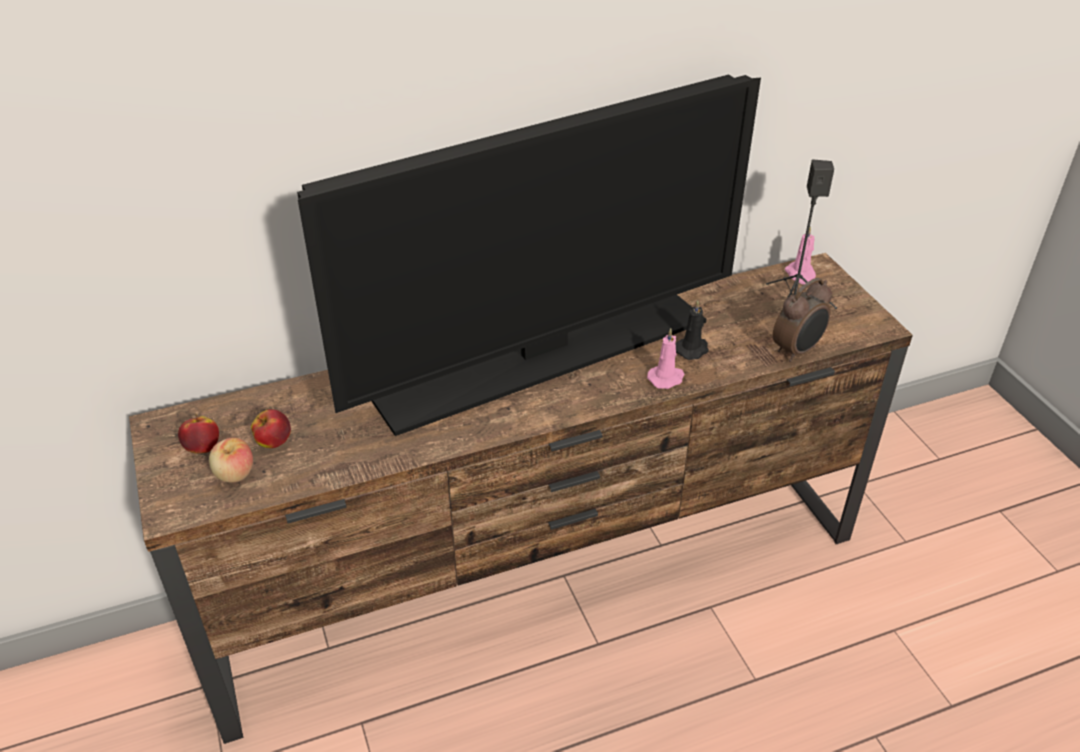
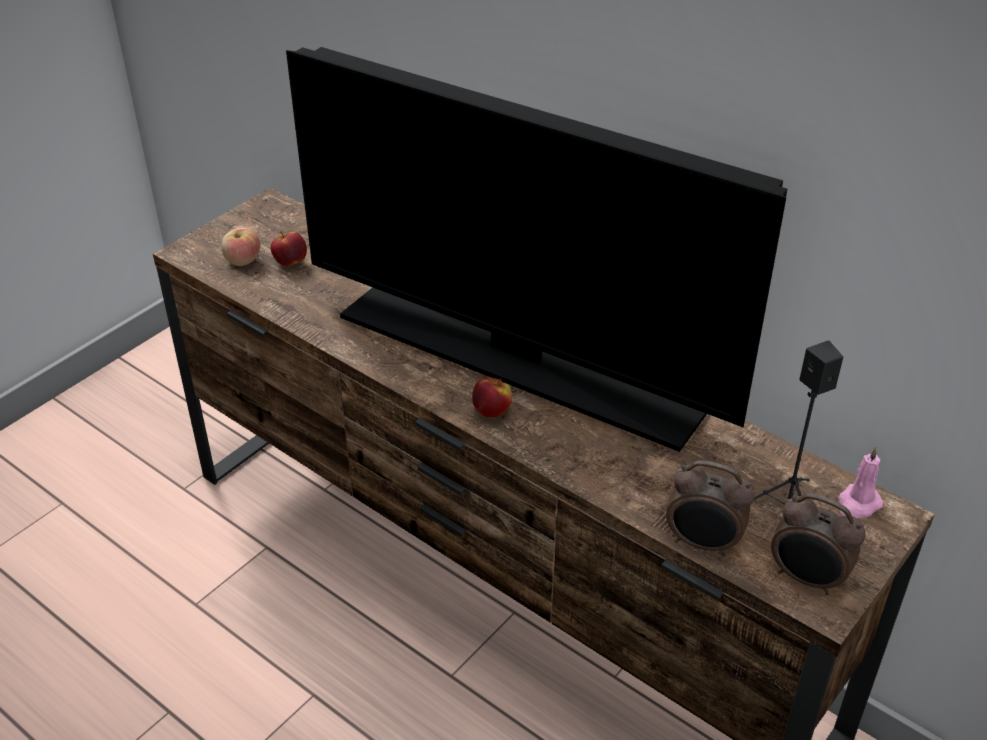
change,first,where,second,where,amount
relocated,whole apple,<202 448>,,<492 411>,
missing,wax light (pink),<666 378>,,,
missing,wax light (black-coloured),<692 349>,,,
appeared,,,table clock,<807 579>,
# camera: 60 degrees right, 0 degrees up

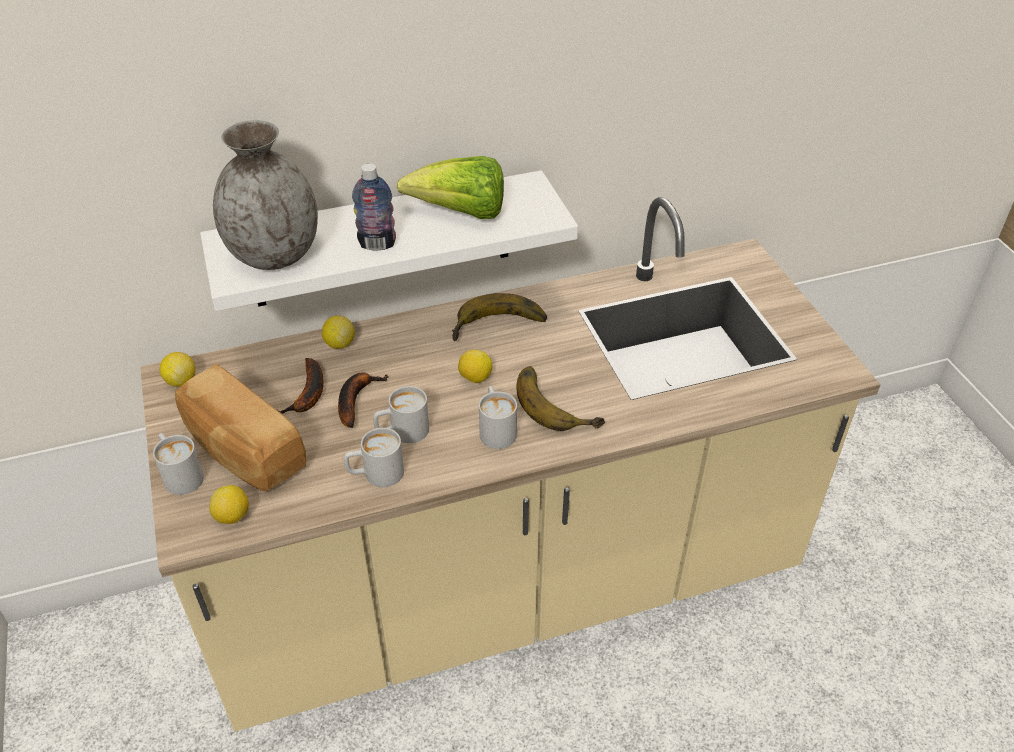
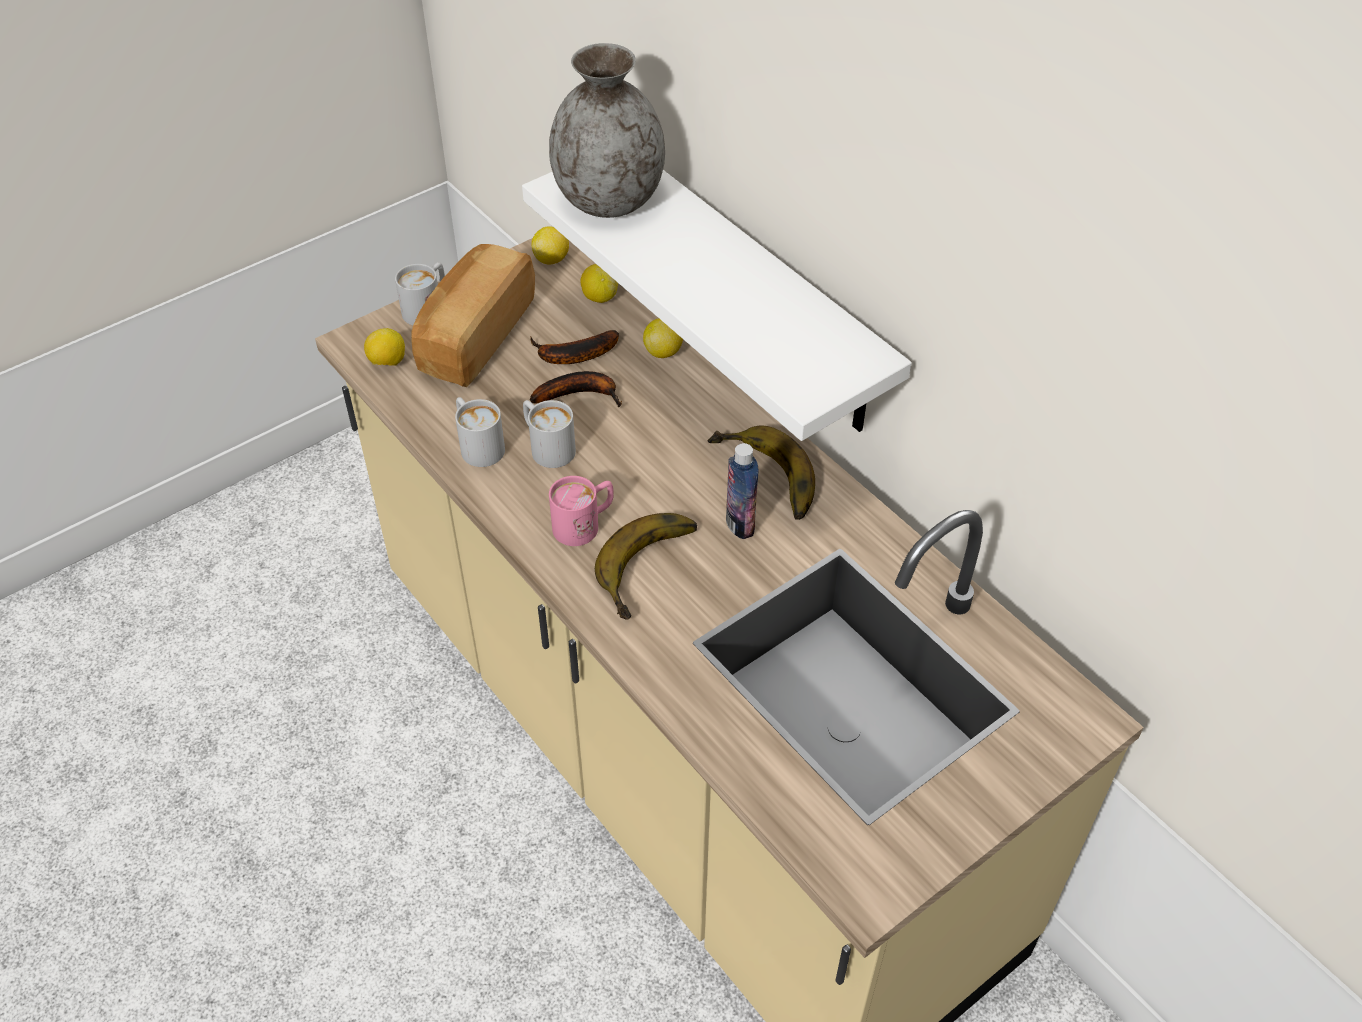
change,first,where,second,where,amount
relocated,drink bottle,<377 244>,,<740 524>,
missing,lettuce head,<461 214>,,,
relocated,lemon,<475 378>,,<599 297>,
colour,coffee mug (whitish),<496 429>,coffee mug (pink),<584 524>,
# camera: 70 degrees right, 5 degrees up

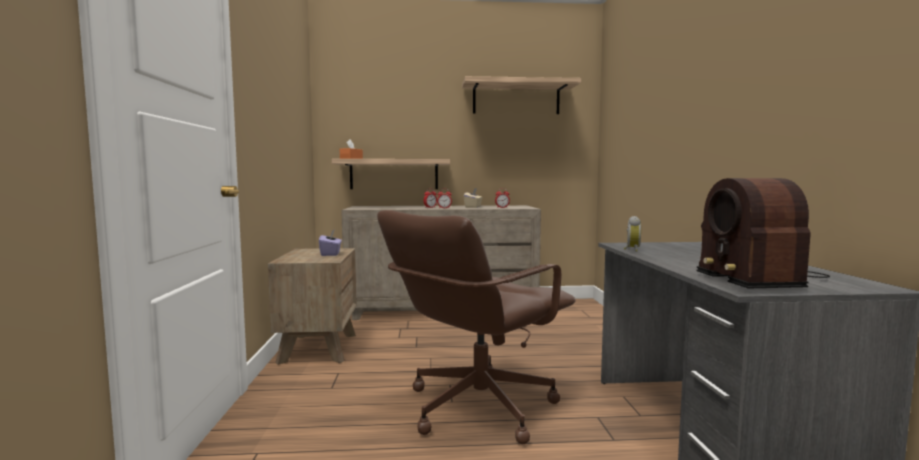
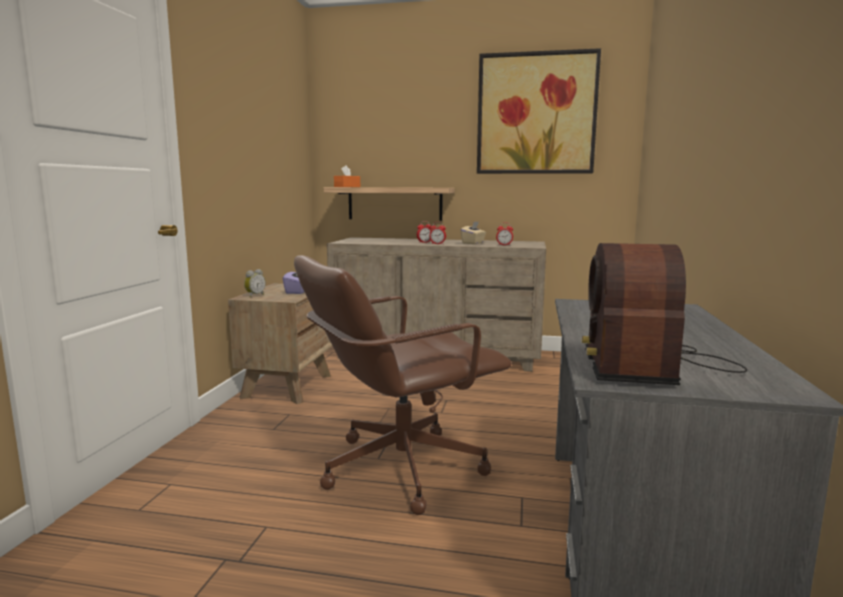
change,first,where,second,where,amount
exchanged,shelf,<516 99>,wall art,<536 114>,
relocated,table clock,<631 249>,,<254 295>,
# camera: 15 degrees right, 5 degrees up

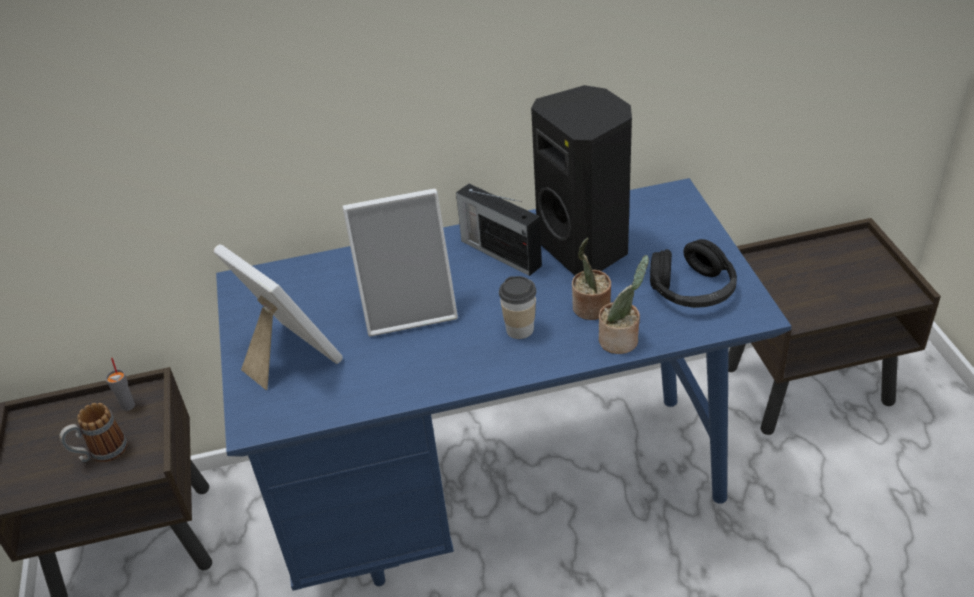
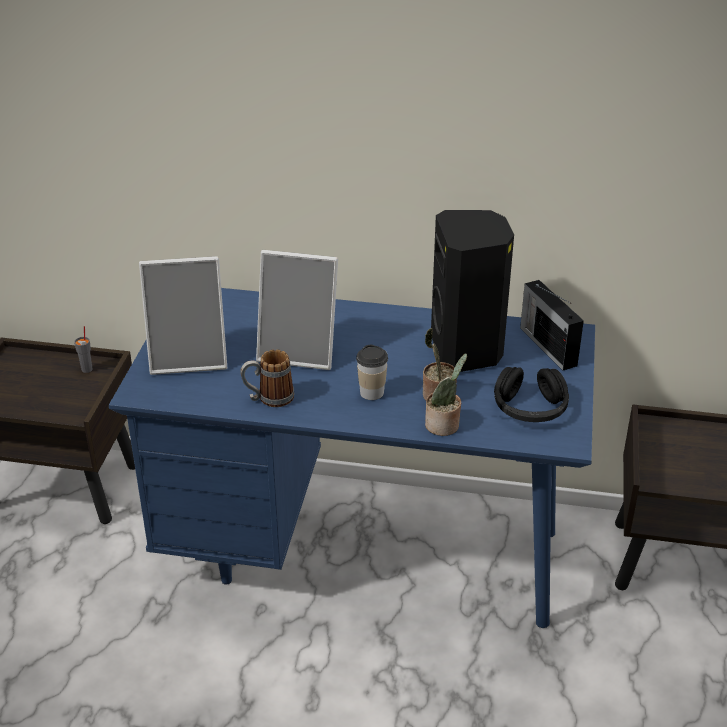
change,first,where,second,where,amount
relocated,coffee mug,<101 453>,,<268 399>,
spun,picture frame,<287 357>,,<189 356>,105 degrees clockwise
relocated,radio,<499 252>,,<547 345>,
# camera: 20 degrees right, 5 degrees down

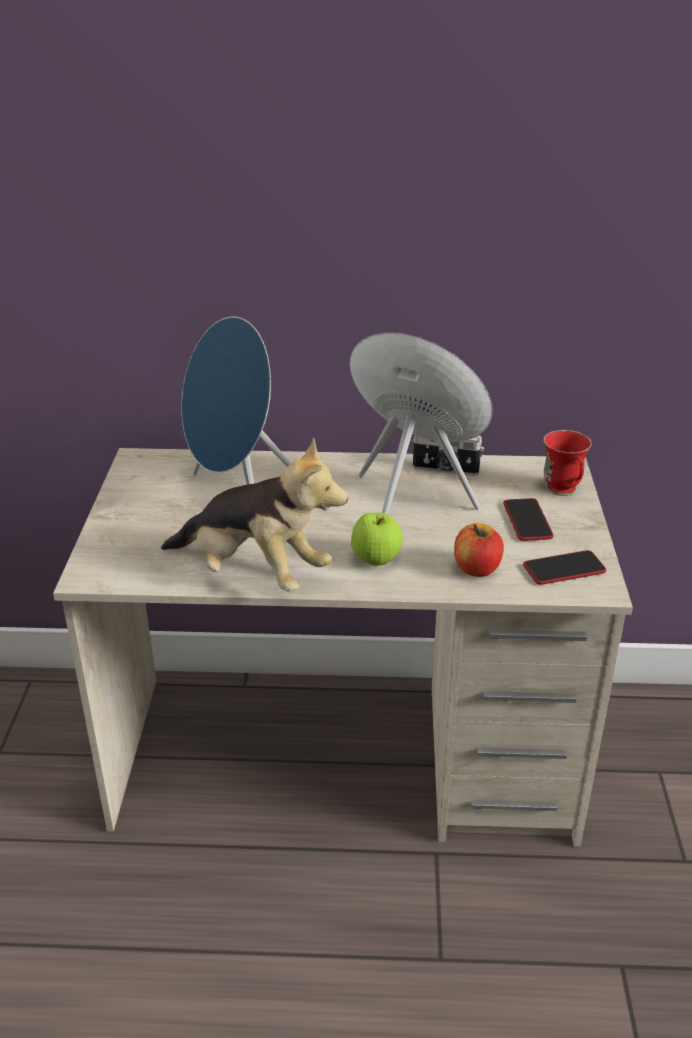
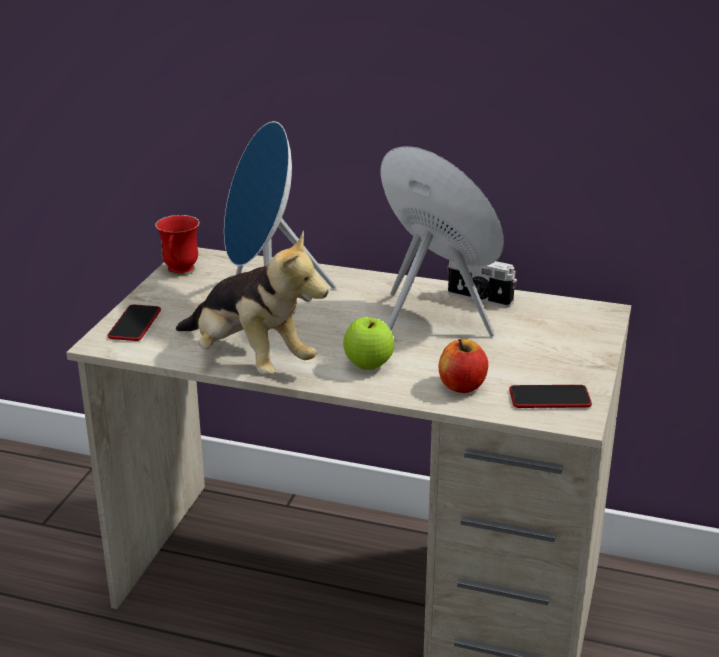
change,first,where,second,where,amount
relocated,phone,<527 521>,,<135 324>,
relocated,coffee mug (red),<564 492>,,<179 273>,
# camera: 15 degrees right, 5 degrees down

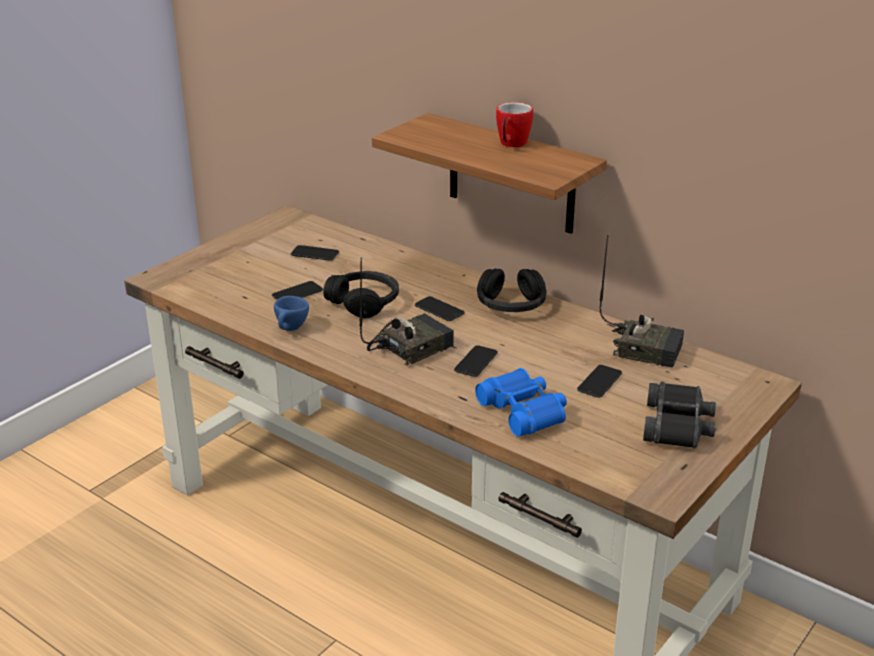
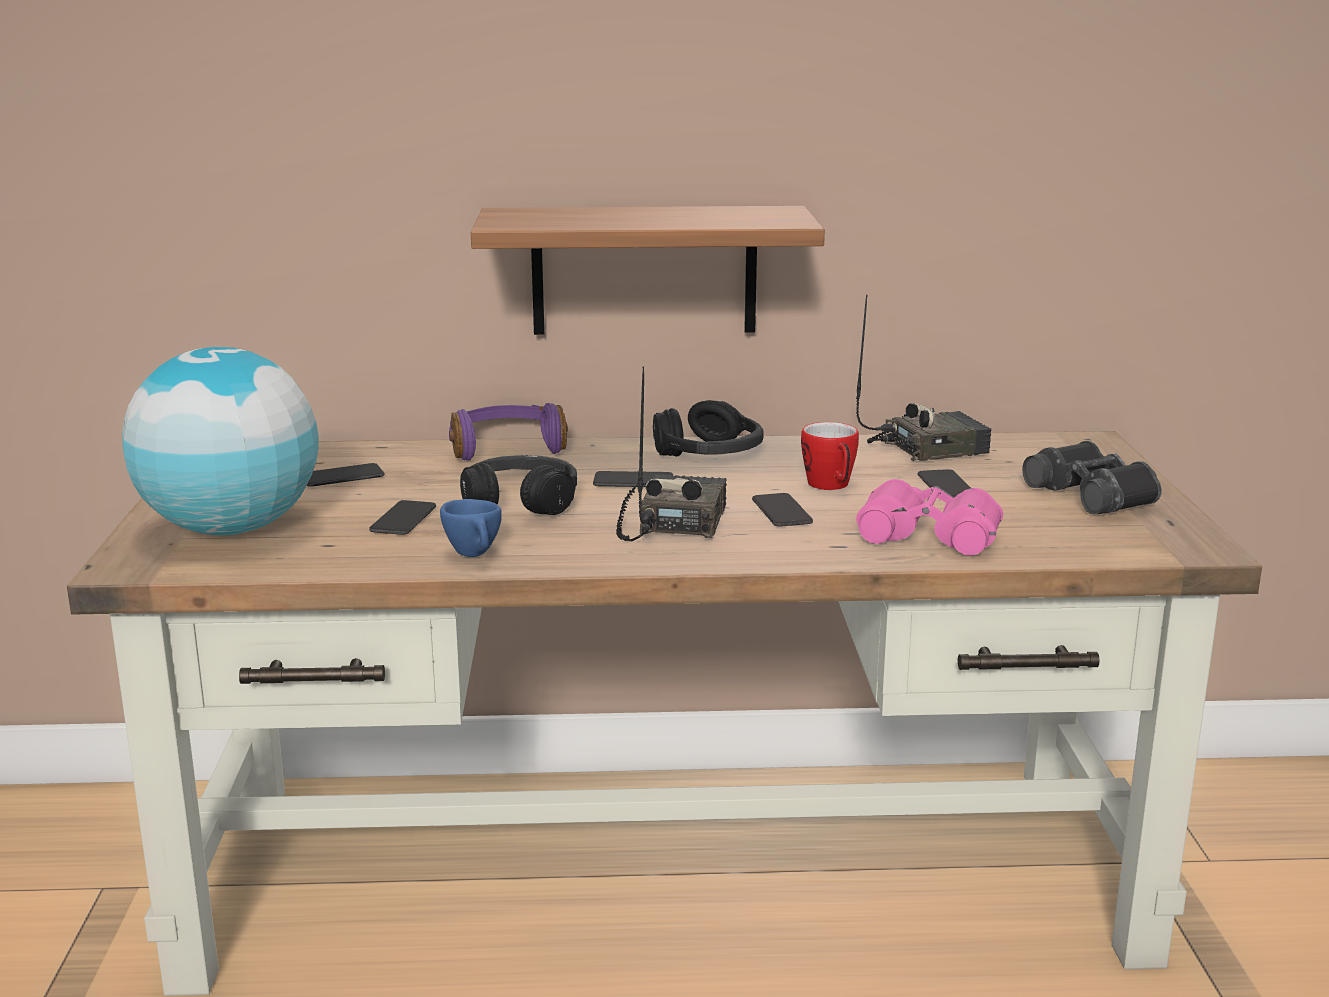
change,first,where,second,where,amount
colour,pair of binoculars (blue-coloured),<524 411>,pair of binoculars (pink),<929 534>,
relocated,coffee mug,<511 145>,,<831 487>,
appeared,,,globe,<231 529>,
appeared,,,headset (purplish),<506 448>,
# camera: 40 degrees left, 10 degrees down

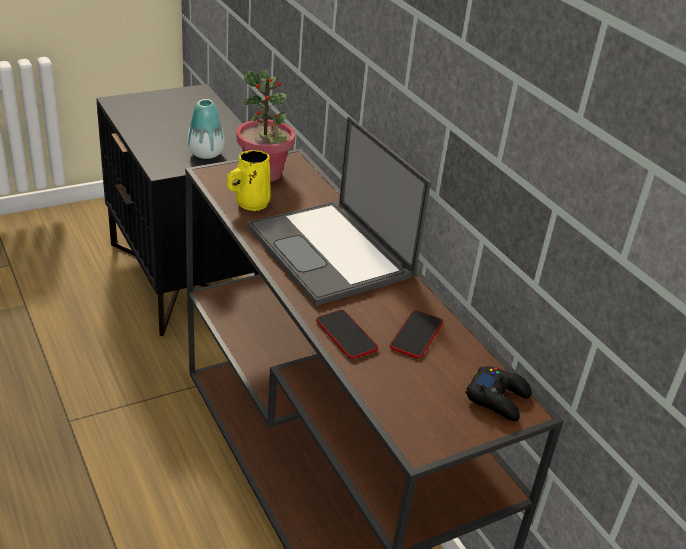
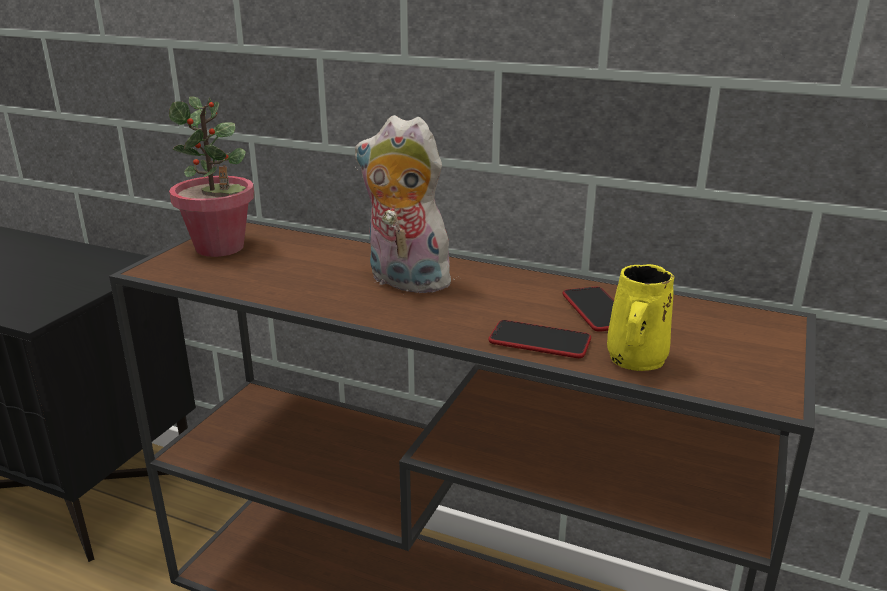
change,first,where,second,where,amount
missing,decorative vase,<206 154>,,,
relocated,coffee mug (yellowish),<250 203>,,<635 360>,
exchanged,portable computer,<331 252>,cuddly toy,<404 282>,
missing,joypad (black-coloured),<498 398>,,,
# camera: 35 degrees left, 10 degrees down

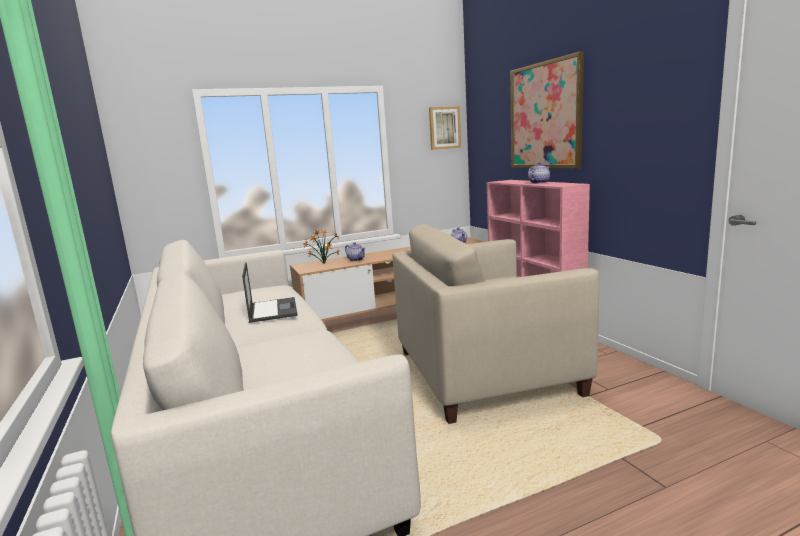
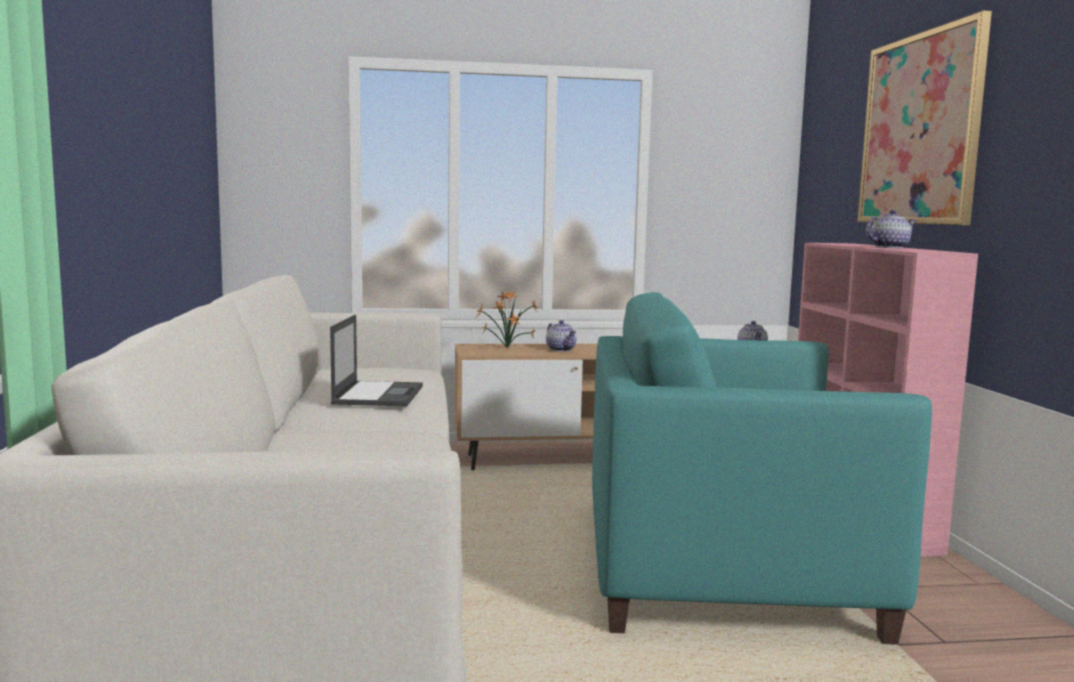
change,first,where,second,where,amount
colour,easy chair (beige),<486 372>,easy chair (blue-green),<725 570>,
missing,wall art,<444 128>,,,
# camera: 15 degrees right, 5 degrees down

